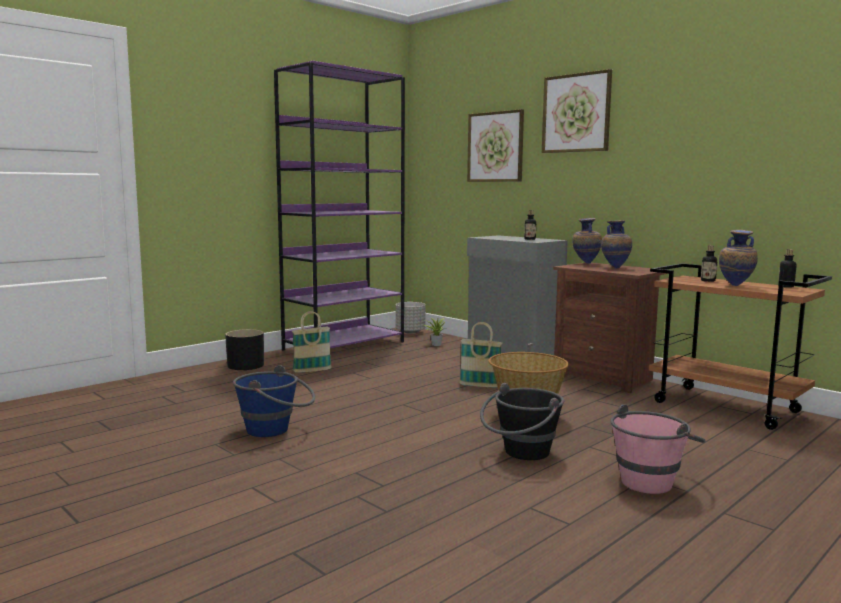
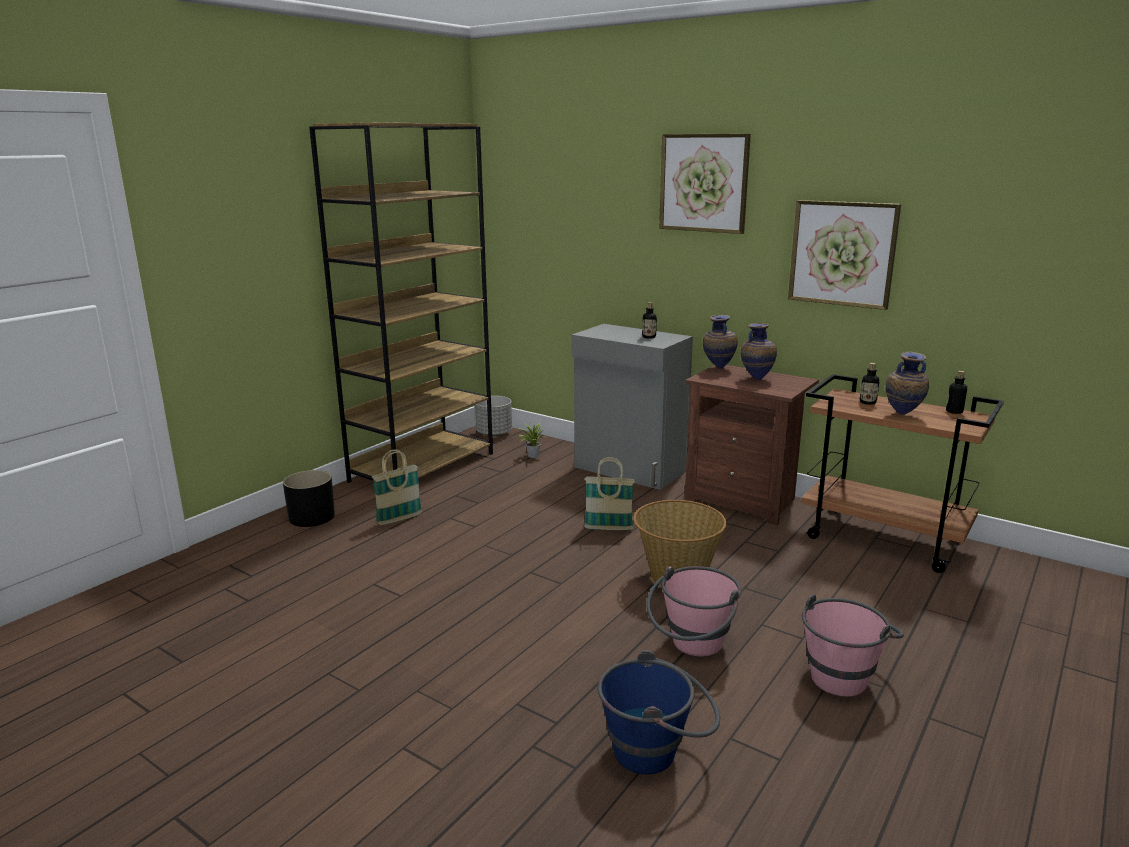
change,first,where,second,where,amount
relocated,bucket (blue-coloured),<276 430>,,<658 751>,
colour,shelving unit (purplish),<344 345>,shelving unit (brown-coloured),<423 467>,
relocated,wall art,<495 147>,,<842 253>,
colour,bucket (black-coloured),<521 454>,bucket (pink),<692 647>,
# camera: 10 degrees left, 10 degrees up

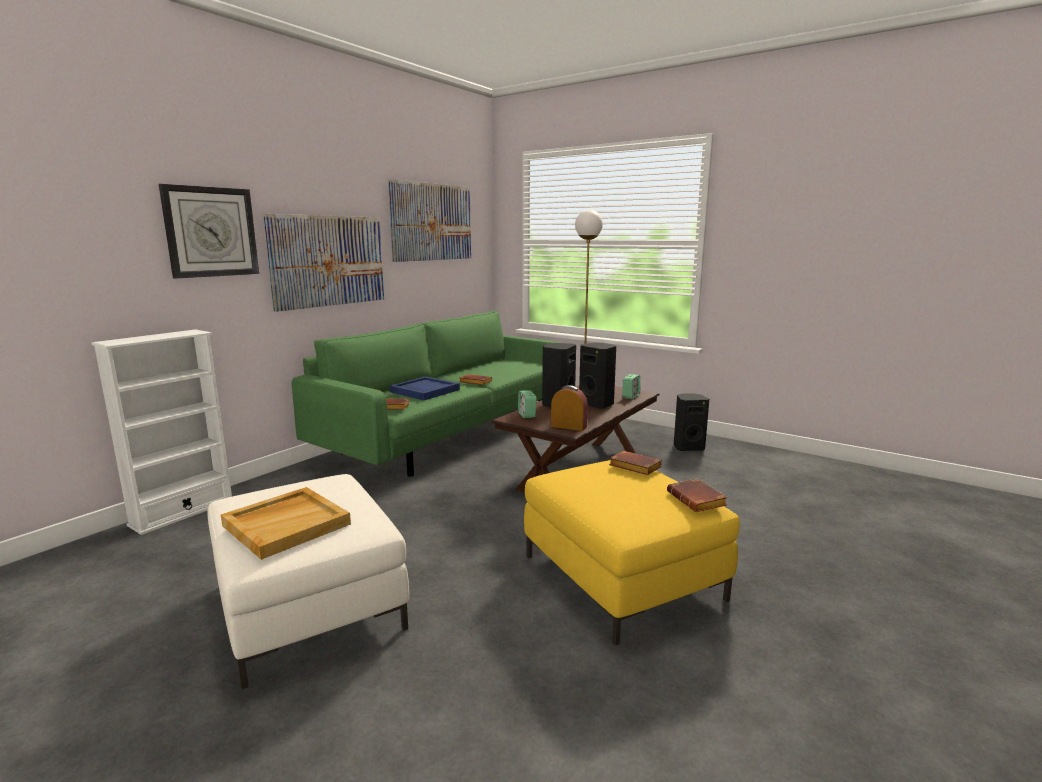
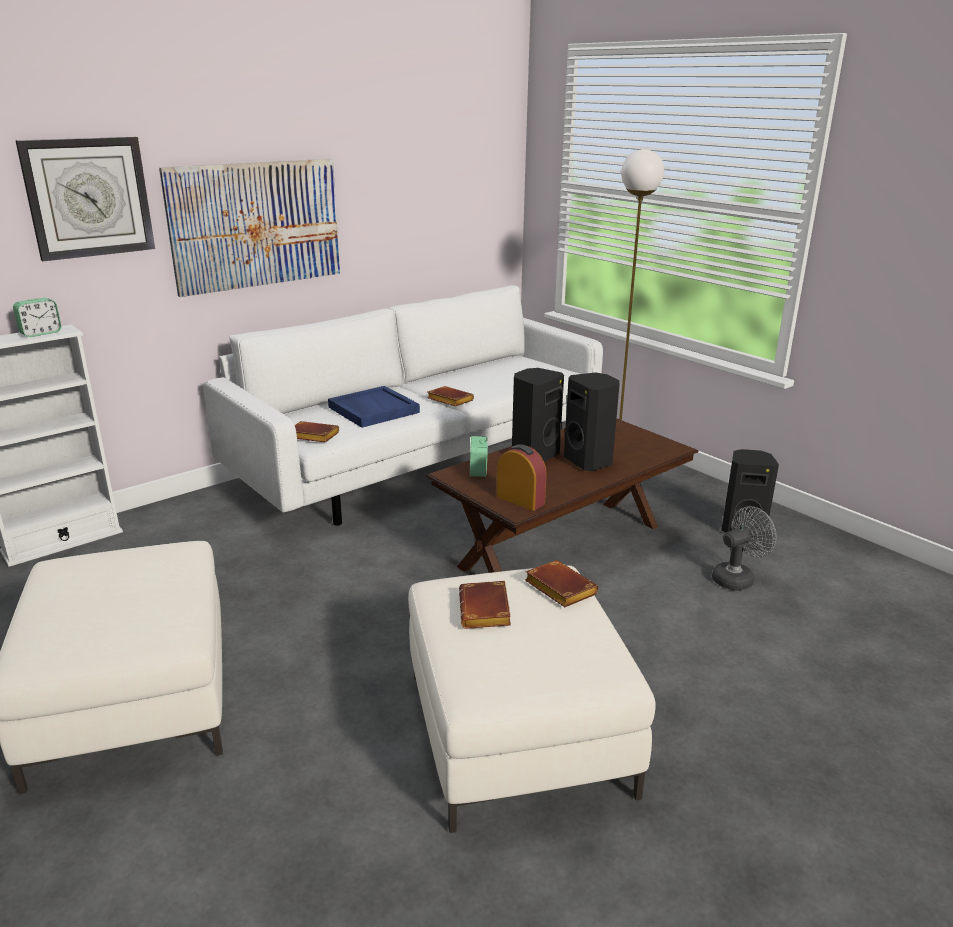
change,first,where,second,where,amount
missing,tray (beige),<287 524>,,,
colour,couch (green-coloured),<450 434>,couch (whitish),<422 461>,
missing,wall art,<431 222>,,,
colour,pouffe (yellowish),<621 577>,pouffe (whitish),<517 732>,
relocated,table clock,<630 396>,,<41 333>,
relocated,book (brown-coloured),<698 500>,,<486 611>,
appeared,,,electric fan (grey),<737 578>,
# camera: 15 degrees right, 10 degrees up

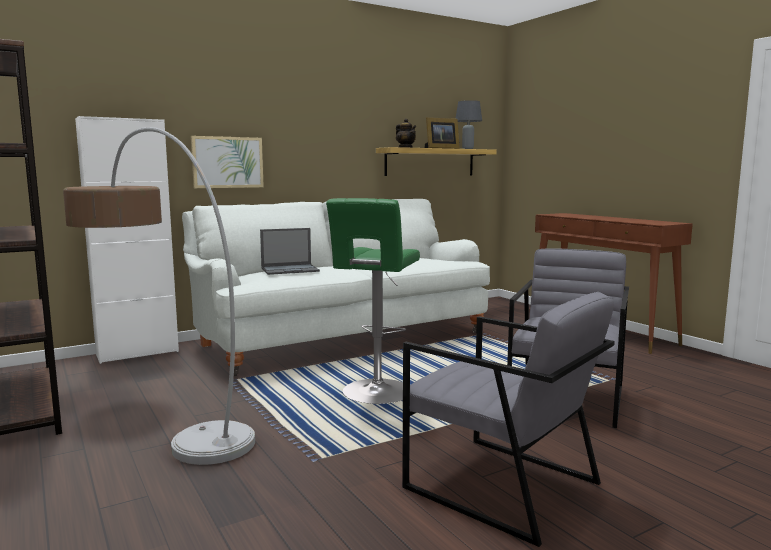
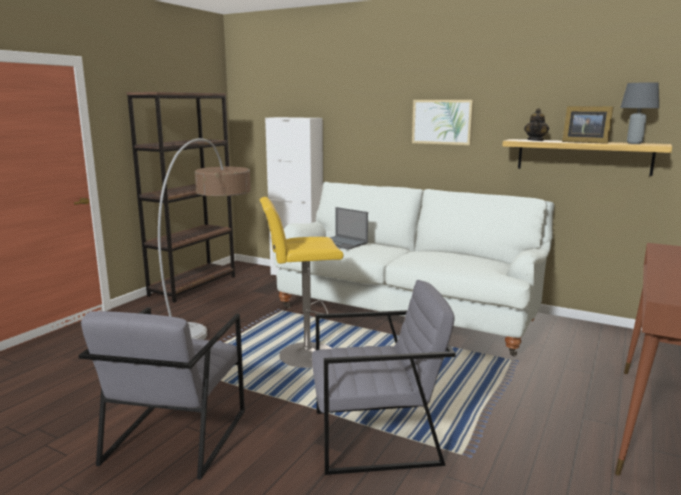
change,first,where,second,where,amount
relocated,wall art,<227 162>,,<442 122>,
colour,sitting stool (green-coloured),<376 393>,sitting stool (yellowish),<302 355>,
# camera: 60 degrees right, 5 degrees up

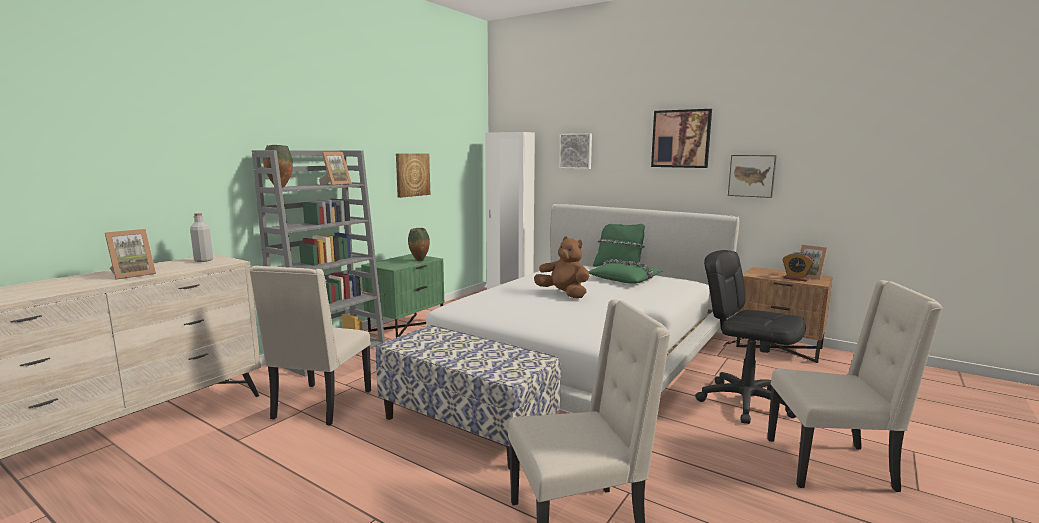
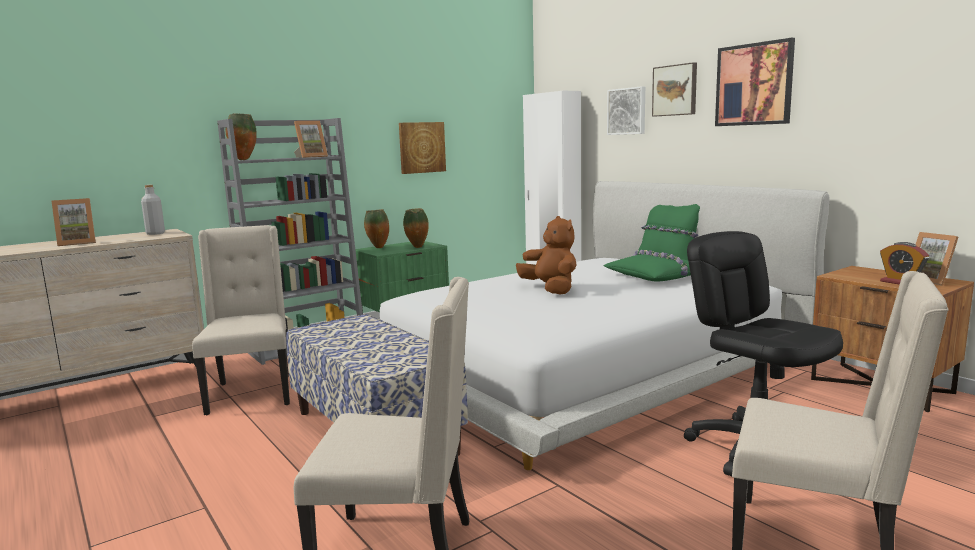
change,first,where,second,where,amount
spun,chair (beige),<320 405>,,<251 393>,135 degrees clockwise
relocated,wall art,<752 175>,,<675 90>,
appeared,,,decorative vase,<378 248>,
# camera: 20 degrees right, 0 degrees up

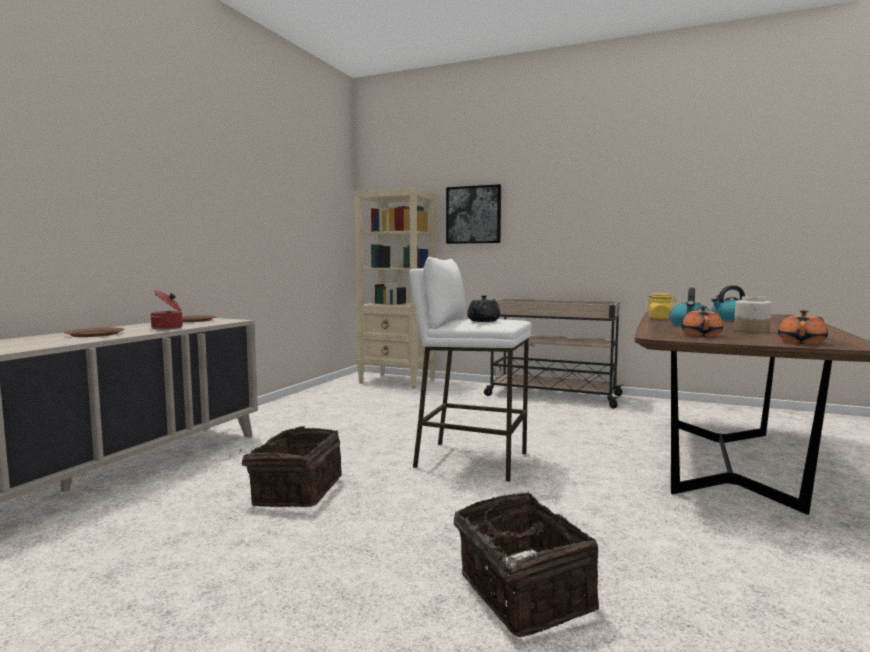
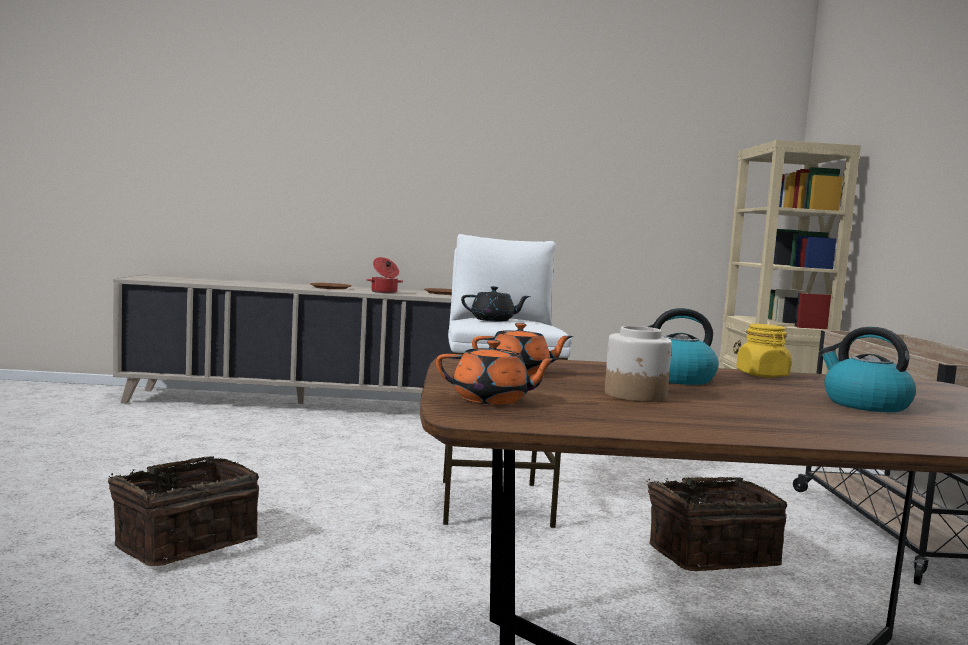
change,first,where,second,where,amount
relocated,basket,<295 491>,,<710 554>,
missing,wall art,<473 215>,,,
# camera: 65 degrees right, 0 degrees up

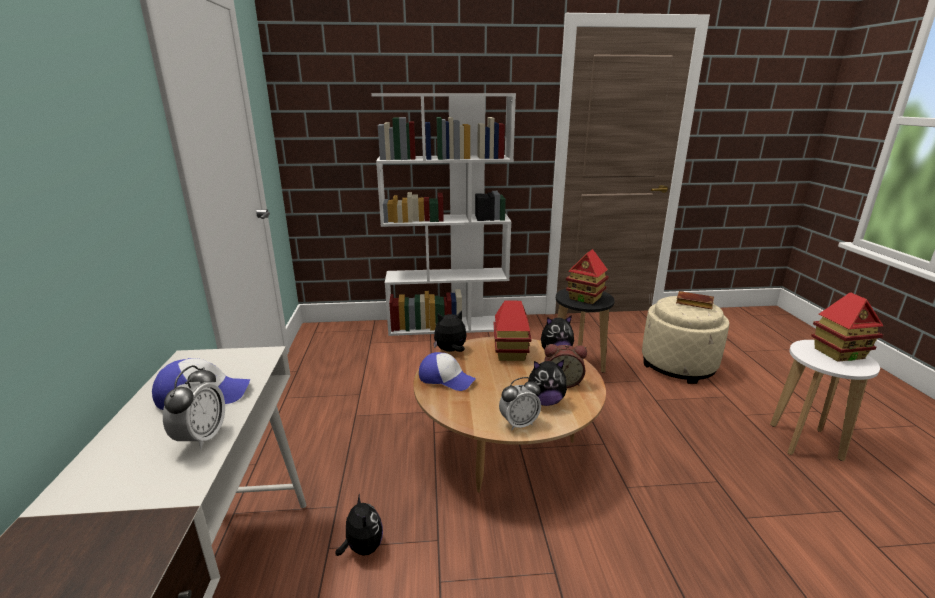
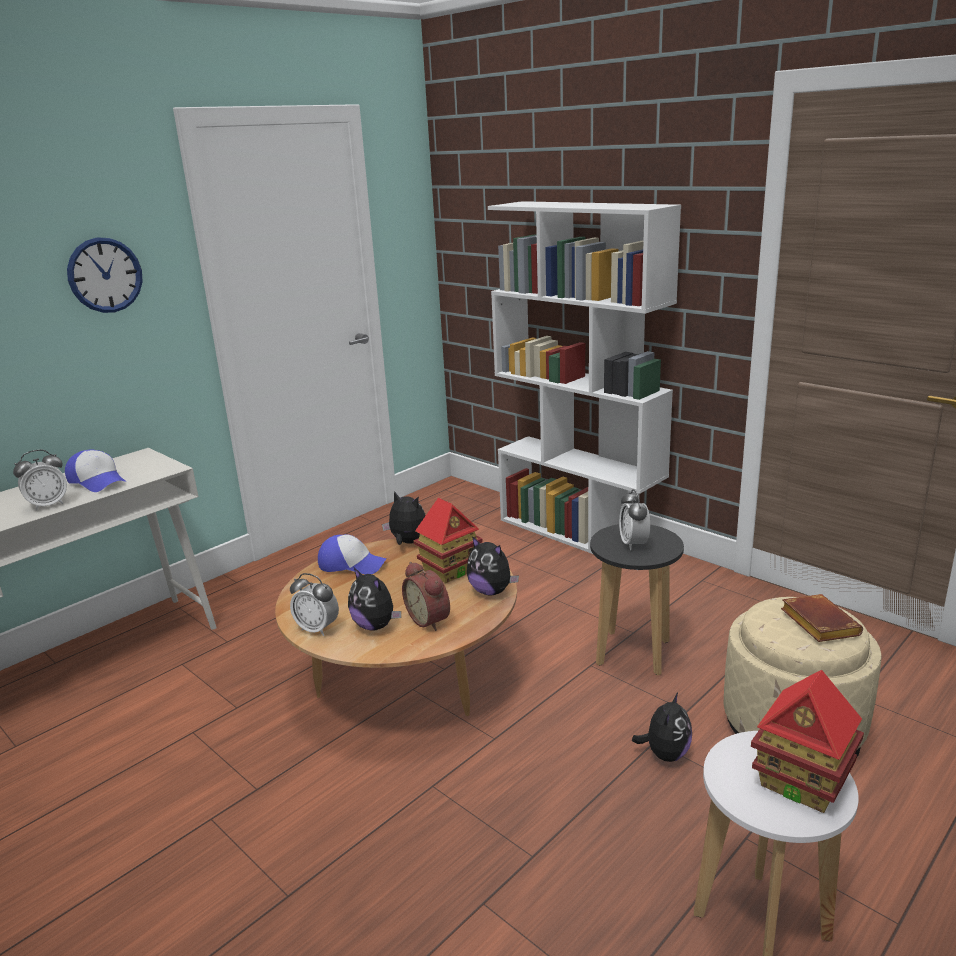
change,first,where,second,where,amount
relocated,cuddly toy,<362 547>,,<665 754>,
spun,baseball cap,<446 378>,,<351 564>,60 degrees counterclockwise
exchanged,toy house,<585 298>,table clock,<633 544>,
appeared,,,hanging clock,<105 275>,
# camera: 50 degrees right, 0 degrees up

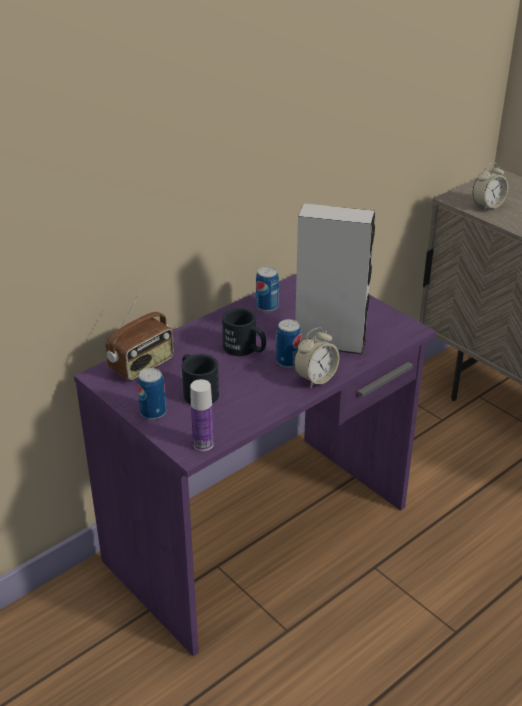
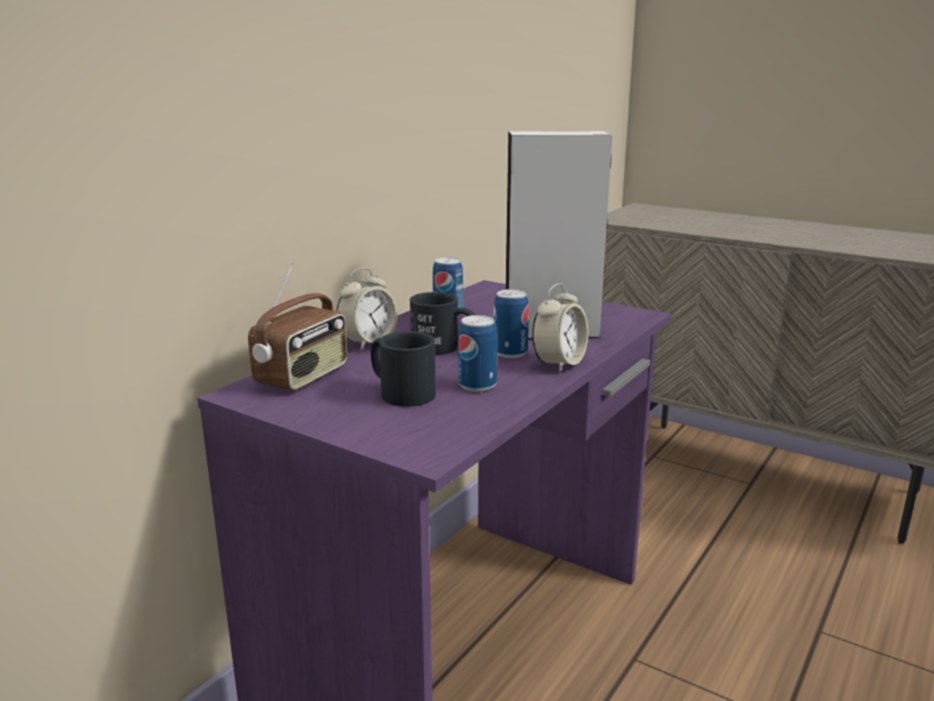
change,first,where,second,where,amount
relocated,can,<153 412>,,<477 385>,
missing,drink bottle,<203 444>,,,
relocated,table clock,<487 206>,,<368 342>,
# camera: 15 degrees left, 15 degrees down

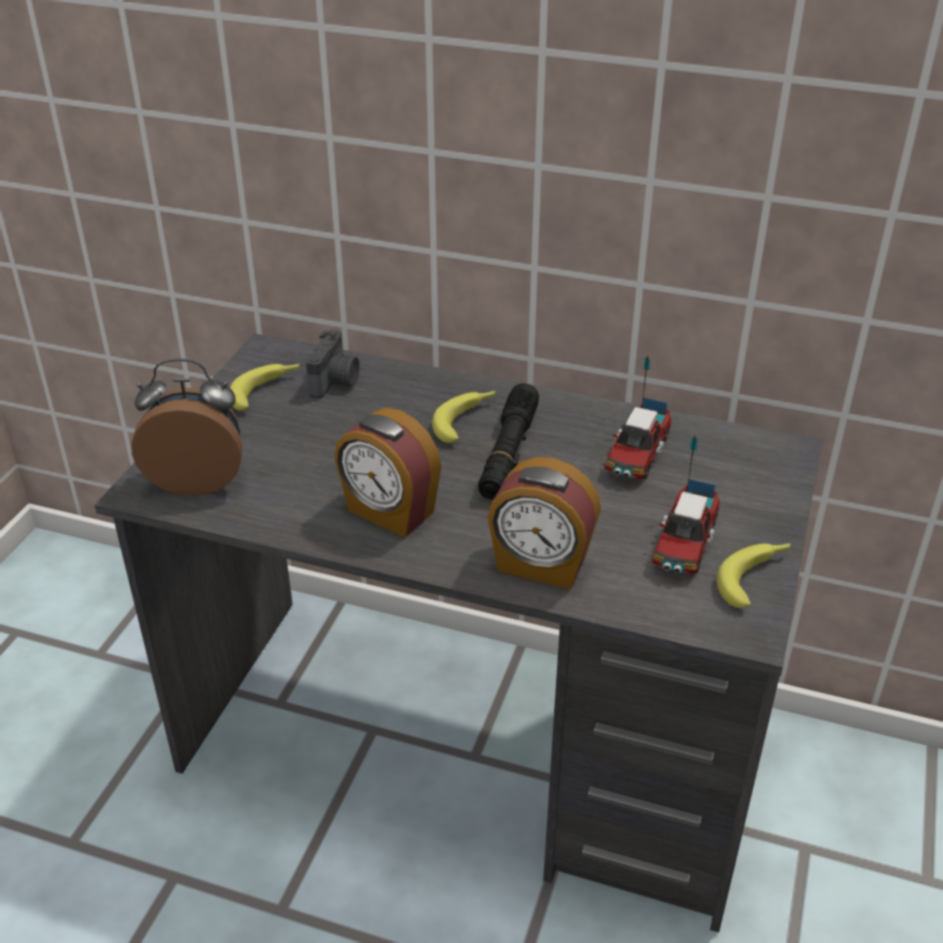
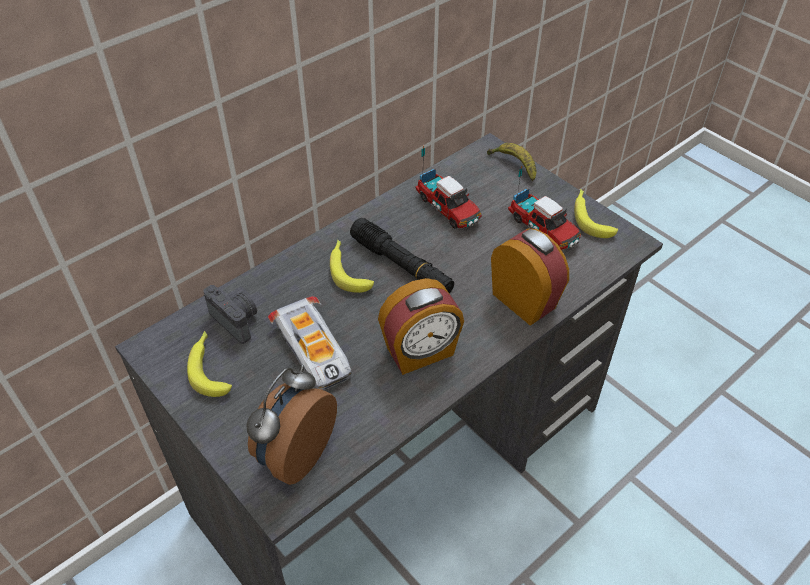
change,first,where,second,where,amount
spun,table clock,<541 565>,,<524 300>,90 degrees counterclockwise
appeared,,,toy car,<314 350>,
appeared,,,whole banana,<514 165>,
# camera: 60 degrees left, 10 degrees up

